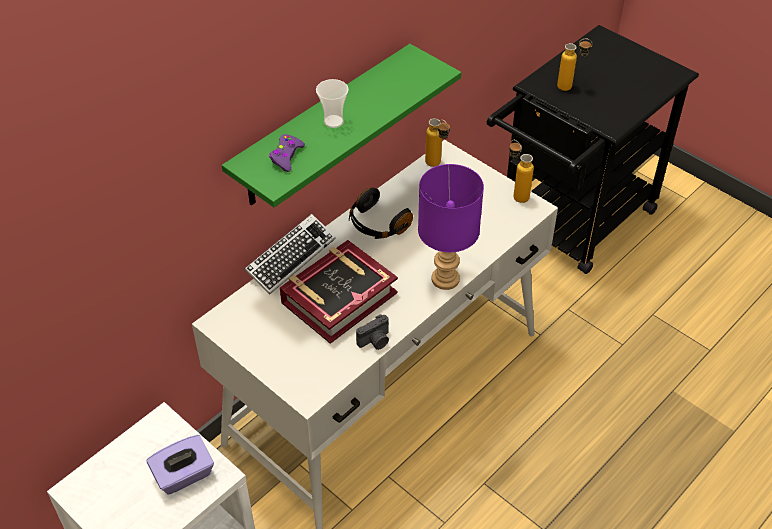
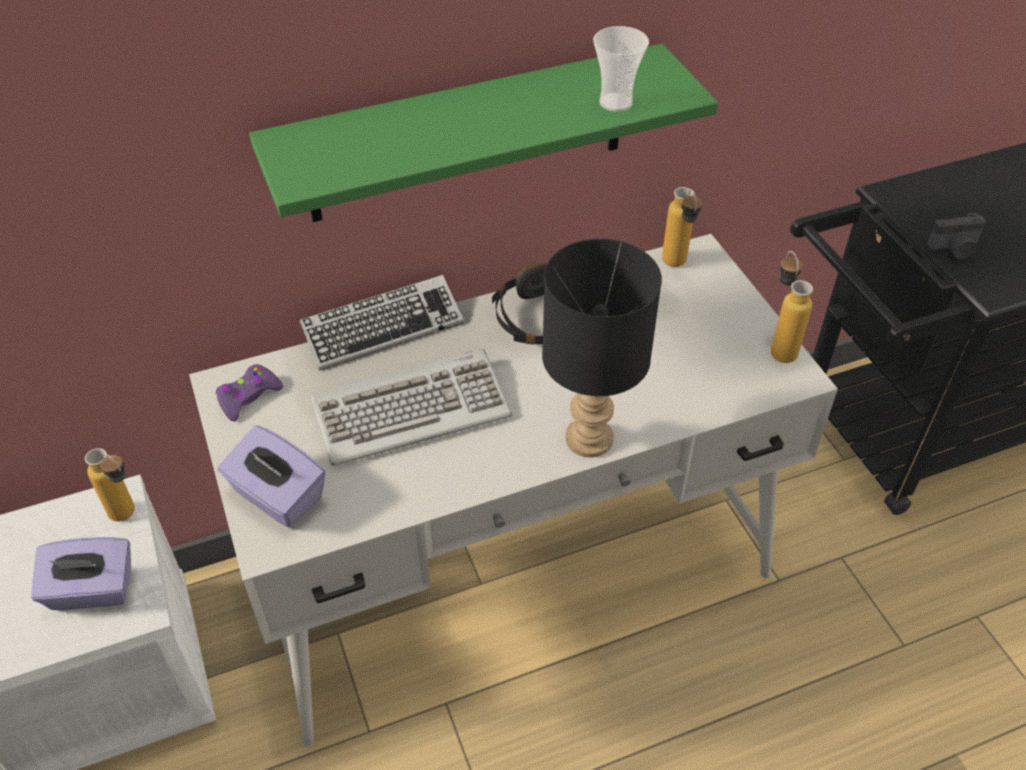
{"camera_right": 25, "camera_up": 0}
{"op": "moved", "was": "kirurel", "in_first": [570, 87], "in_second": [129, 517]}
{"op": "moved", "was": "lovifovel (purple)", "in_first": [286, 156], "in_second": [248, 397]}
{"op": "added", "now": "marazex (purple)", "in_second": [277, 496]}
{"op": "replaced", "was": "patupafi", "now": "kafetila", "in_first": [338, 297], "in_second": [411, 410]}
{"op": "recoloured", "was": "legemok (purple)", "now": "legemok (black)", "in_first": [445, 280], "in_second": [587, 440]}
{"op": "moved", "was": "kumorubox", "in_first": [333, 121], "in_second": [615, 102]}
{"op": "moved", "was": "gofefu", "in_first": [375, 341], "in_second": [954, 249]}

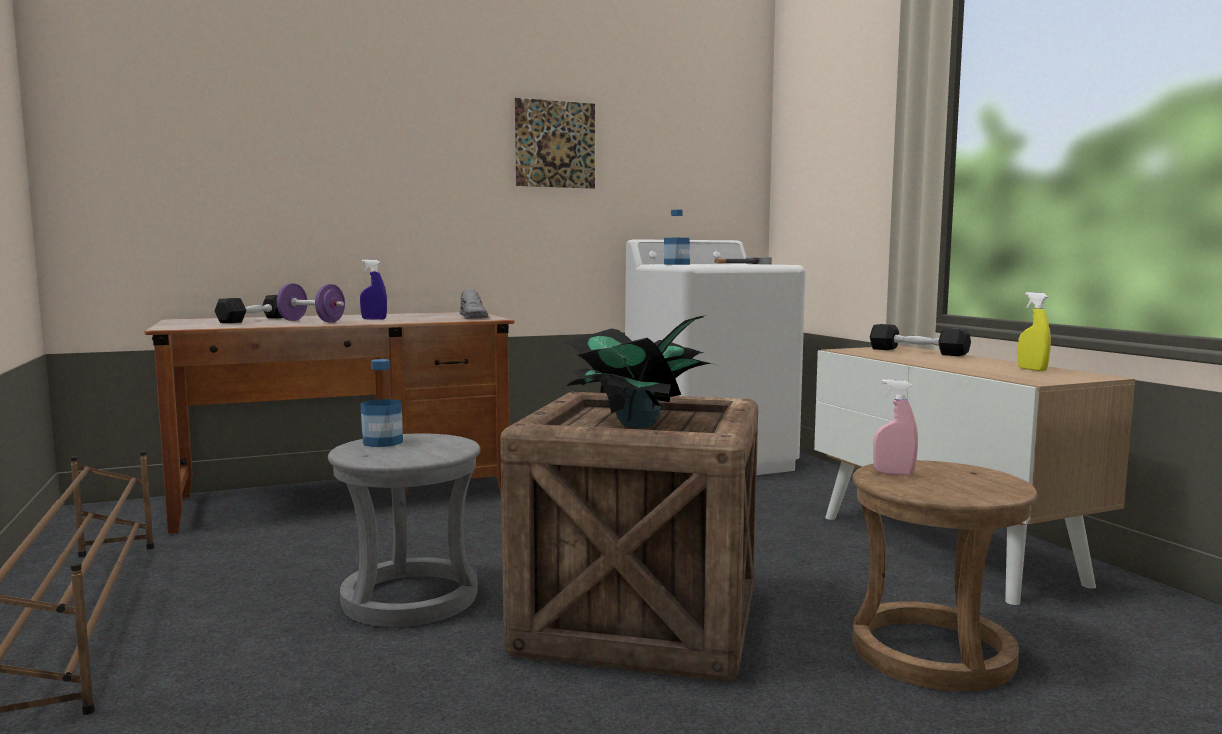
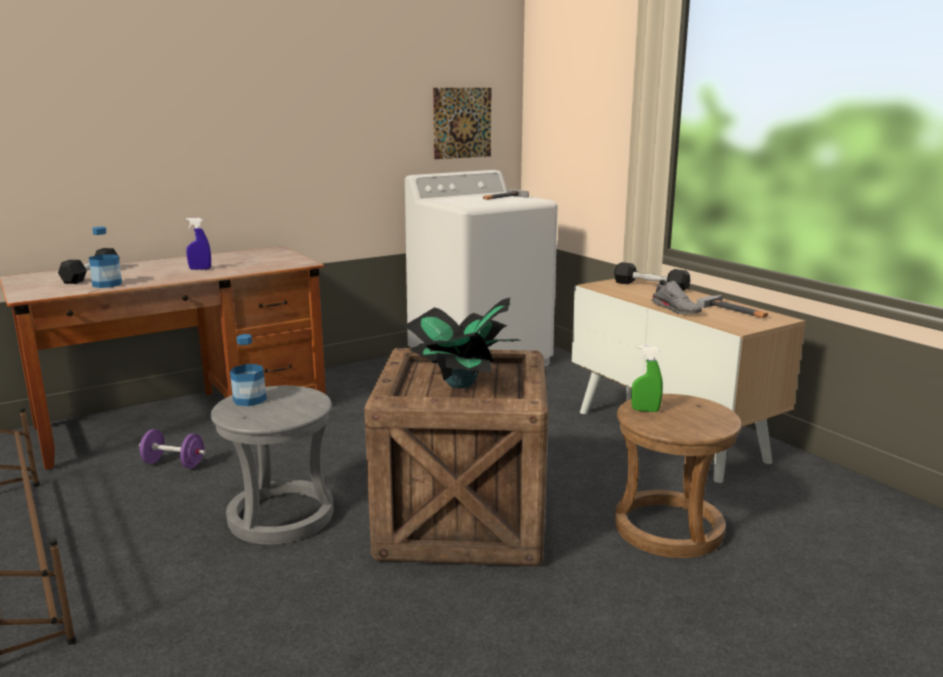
{"camera_right": -10, "camera_up": 10}
{"op": "moved", "was": "kirurel", "in_first": [676, 264], "in_second": [107, 284]}
{"op": "moved", "was": "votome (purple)", "in_first": [311, 321], "in_second": [173, 464]}
{"op": "moved", "was": "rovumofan", "in_first": [555, 144], "in_second": [462, 123]}
{"op": "recoloured", "was": "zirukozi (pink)", "now": "zirukozi (green)", "in_first": [893, 473], "in_second": [645, 410]}
{"op": "moved", "was": "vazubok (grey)", "in_first": [474, 317], "in_second": [677, 309]}
{"op": "replaced", "was": "zirukozi (yellow)", "now": "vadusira", "in_first": [1032, 369], "in_second": [735, 311]}

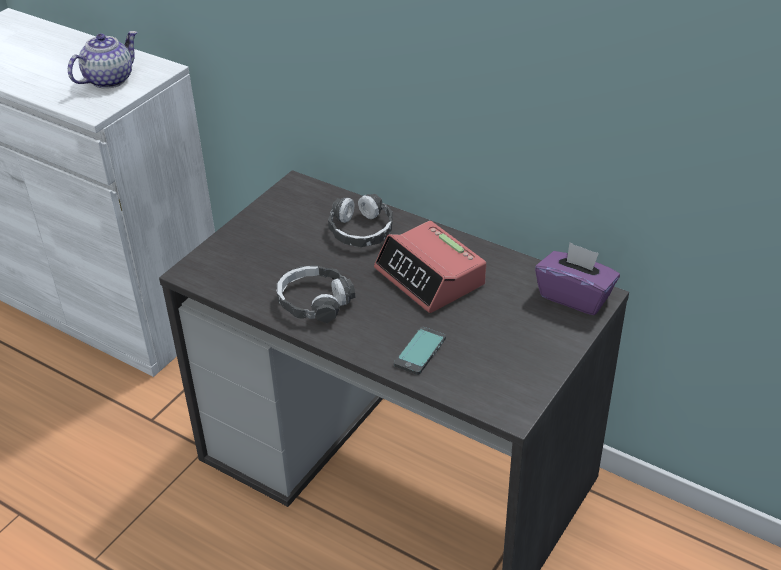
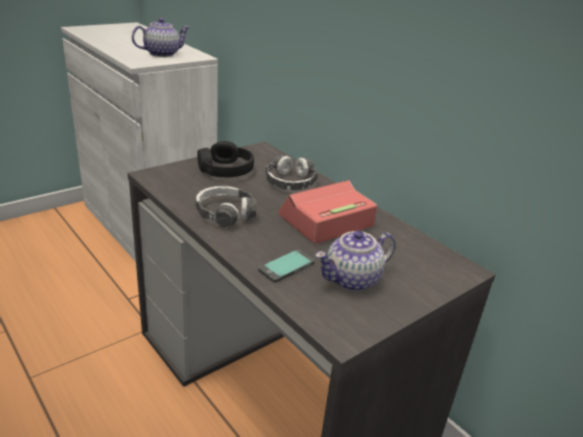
{"camera_right": 15, "camera_up": -10}
{"op": "added", "now": "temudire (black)", "in_second": [225, 170]}
{"op": "turned", "was": "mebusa", "in_first": [430, 277], "in_second": [326, 221], "clockwise": 75}
{"op": "added", "now": "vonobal", "in_second": [352, 280]}
{"op": "removed", "was": "marazex (purple)", "in_first": [575, 296]}

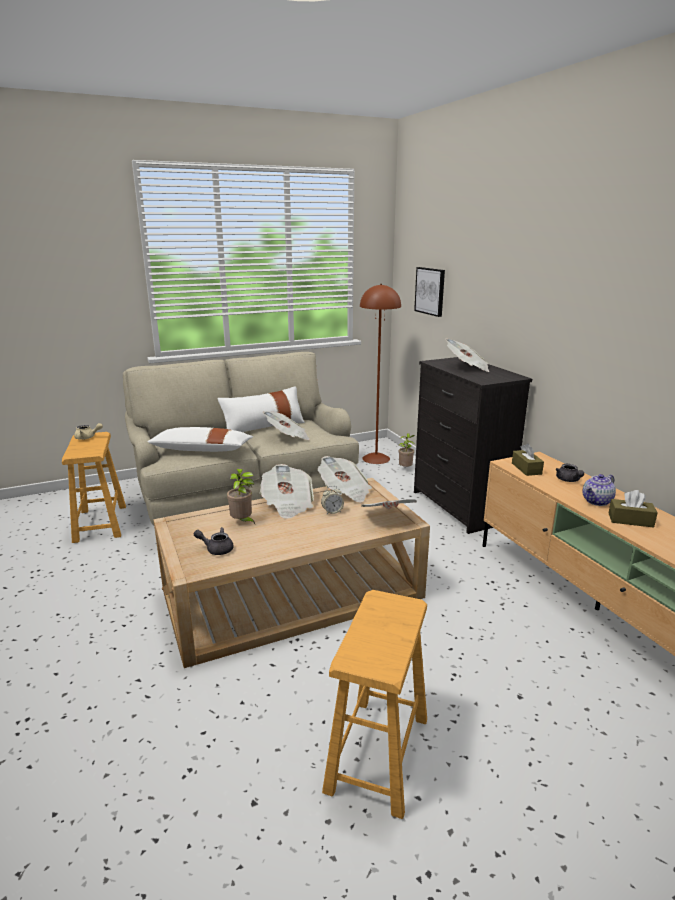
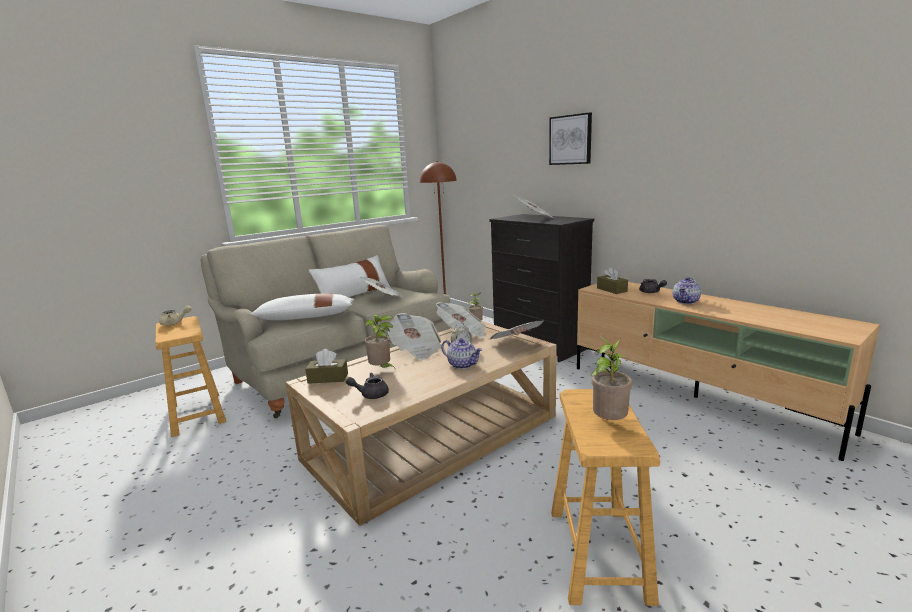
{"camera_right": -15, "camera_up": -5}
{"op": "moved", "was": "marazex (brown)", "in_first": [630, 520], "in_second": [328, 378]}
{"op": "added", "now": "vonobal", "in_second": [462, 365]}
{"op": "moved", "was": "rovumofan", "in_first": [430, 291], "in_second": [570, 140]}
{"op": "added", "now": "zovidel", "in_second": [608, 423]}

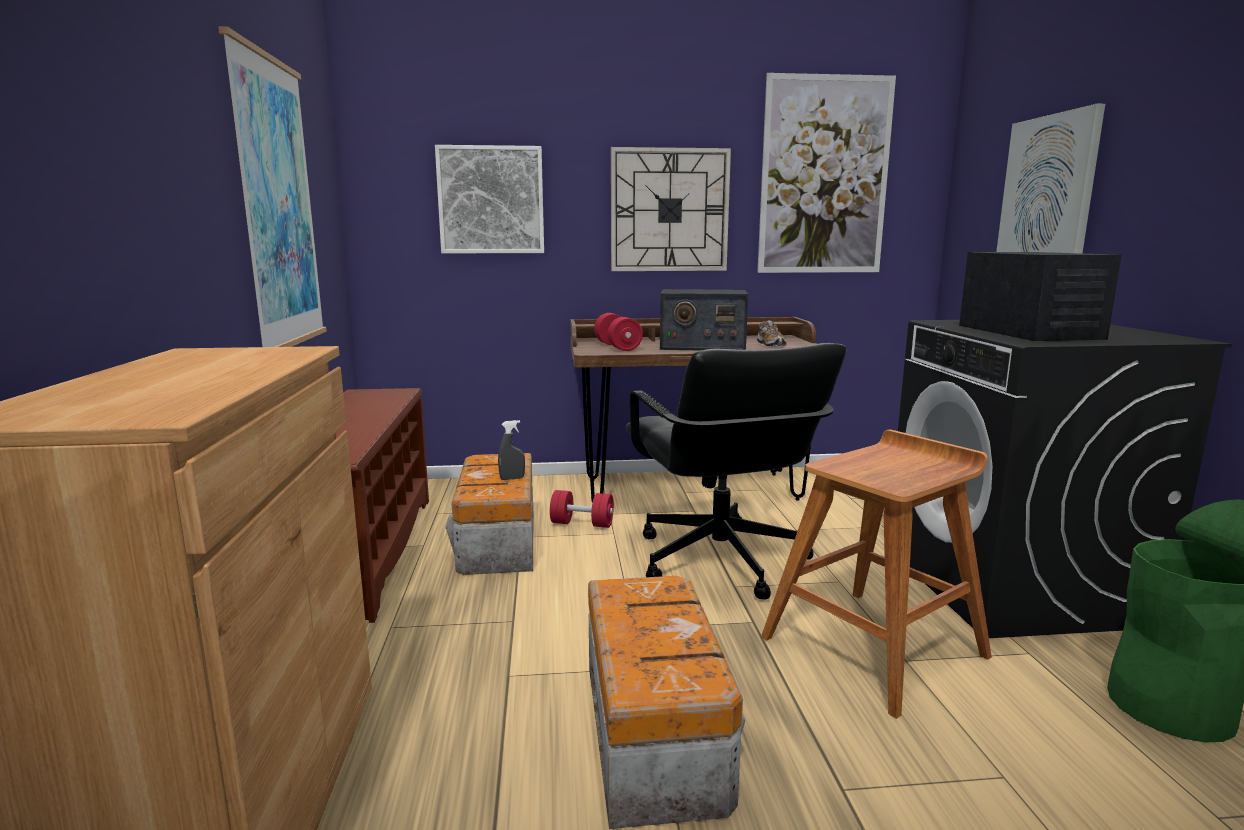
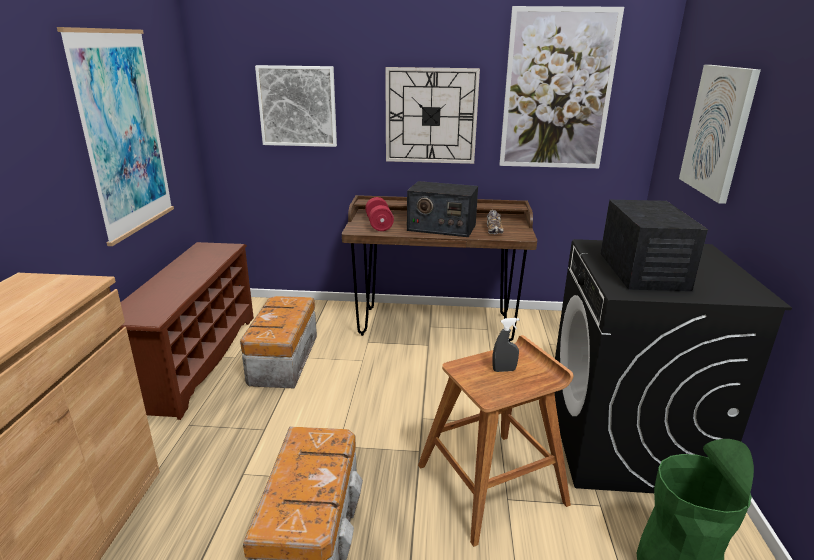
{"camera_right": 10, "camera_up": 10}
{"op": "moved", "was": "zirukozi (grey)", "in_first": [512, 478], "in_second": [504, 370]}
{"op": "removed", "was": "votome (red)", "in_first": [582, 524]}
{"op": "removed", "was": "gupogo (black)", "in_first": [719, 561]}

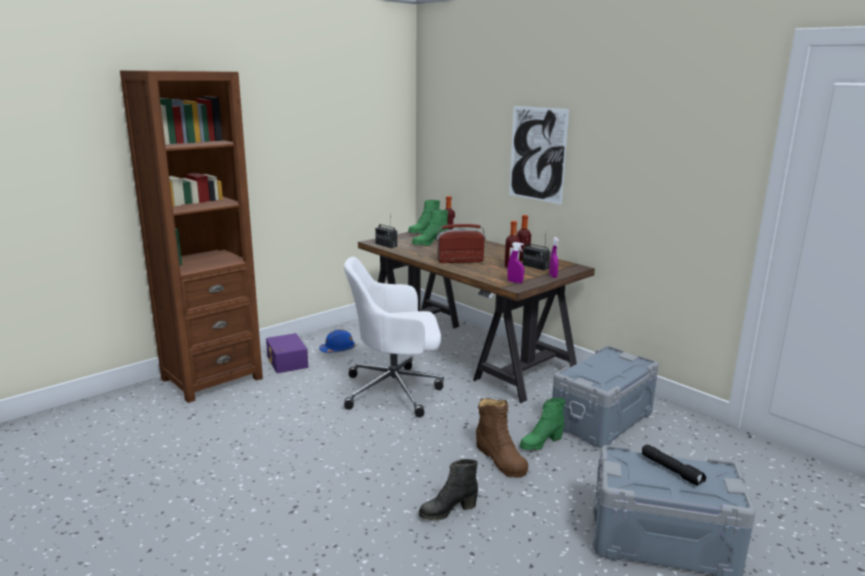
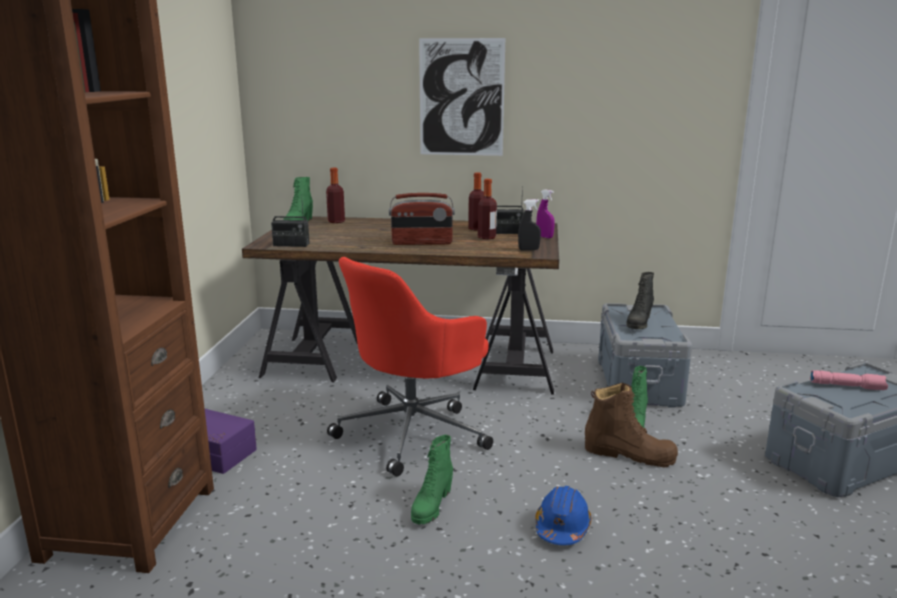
{"camera_right": -40, "camera_up": 0}
{"op": "recoloured", "was": "gupogo (white)", "now": "gupogo (red)", "in_first": [395, 390], "in_second": [414, 432]}
{"op": "turned", "was": "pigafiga", "in_first": [460, 261], "in_second": [422, 243], "clockwise": -135}
{"op": "moved", "was": "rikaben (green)", "in_first": [429, 244], "in_second": [431, 506]}
{"op": "recoloured", "was": "zirukozi (purple)", "now": "zirukozi (black)", "in_first": [515, 282], "in_second": [528, 250]}
{"op": "moved", "was": "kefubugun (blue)", "in_first": [338, 349], "in_second": [562, 527]}
{"op": "moved", "was": "rikaben (black)", "in_first": [447, 511], "in_second": [639, 323]}
{"op": "recoloured", "was": "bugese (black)", "now": "bugese (pink)", "in_first": [672, 470], "in_second": [847, 386]}

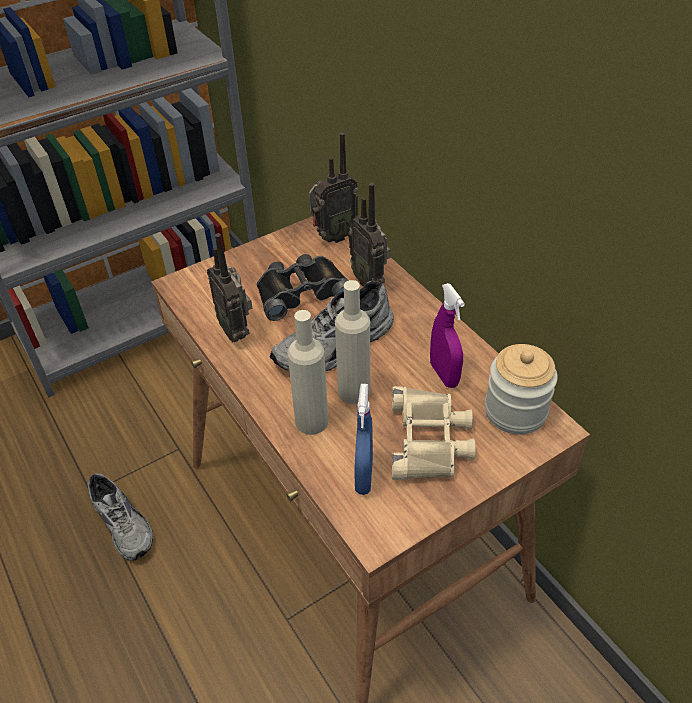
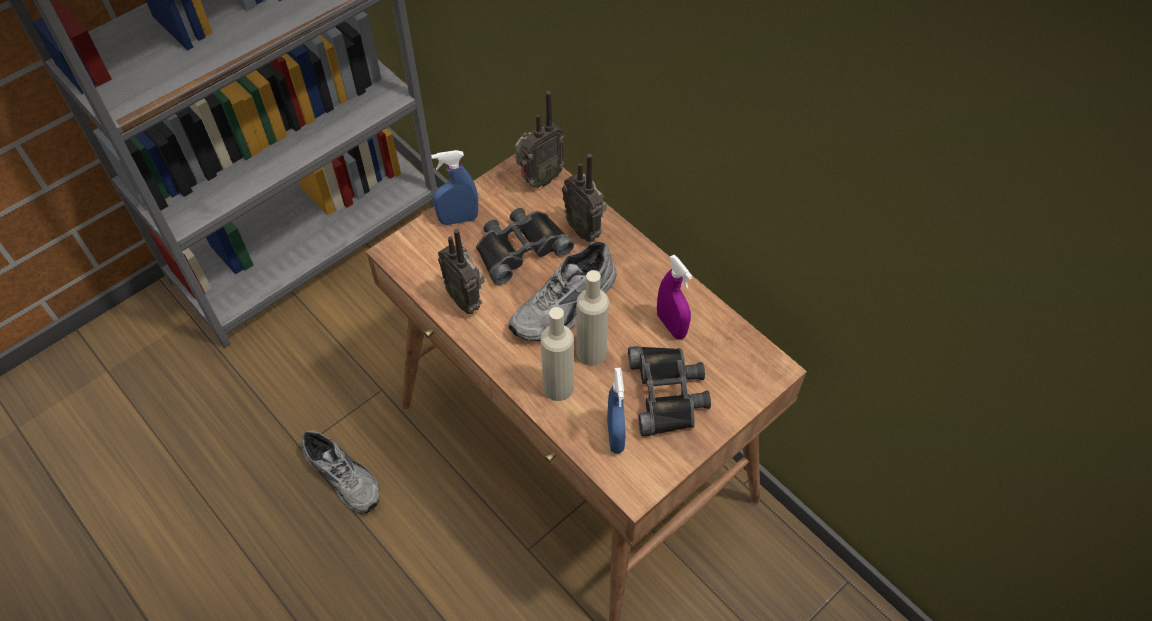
{"camera_right": -10, "camera_up": 10}
{"op": "added", "now": "zirukozi (blue)", "in_second": [458, 219]}
{"op": "recoloured", "was": "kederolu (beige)", "now": "kederolu (black)", "in_first": [430, 439], "in_second": [668, 393]}
{"op": "removed", "was": "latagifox", "in_first": [515, 411]}

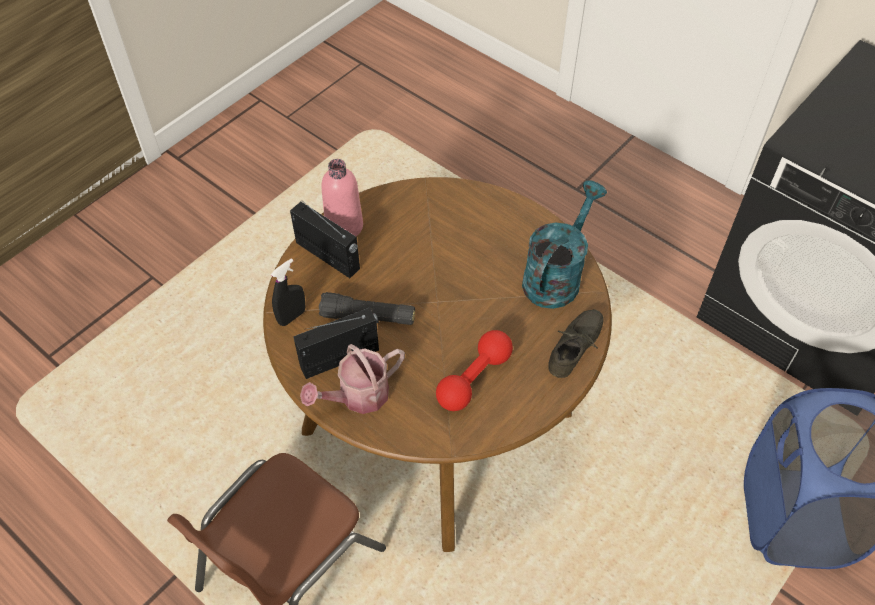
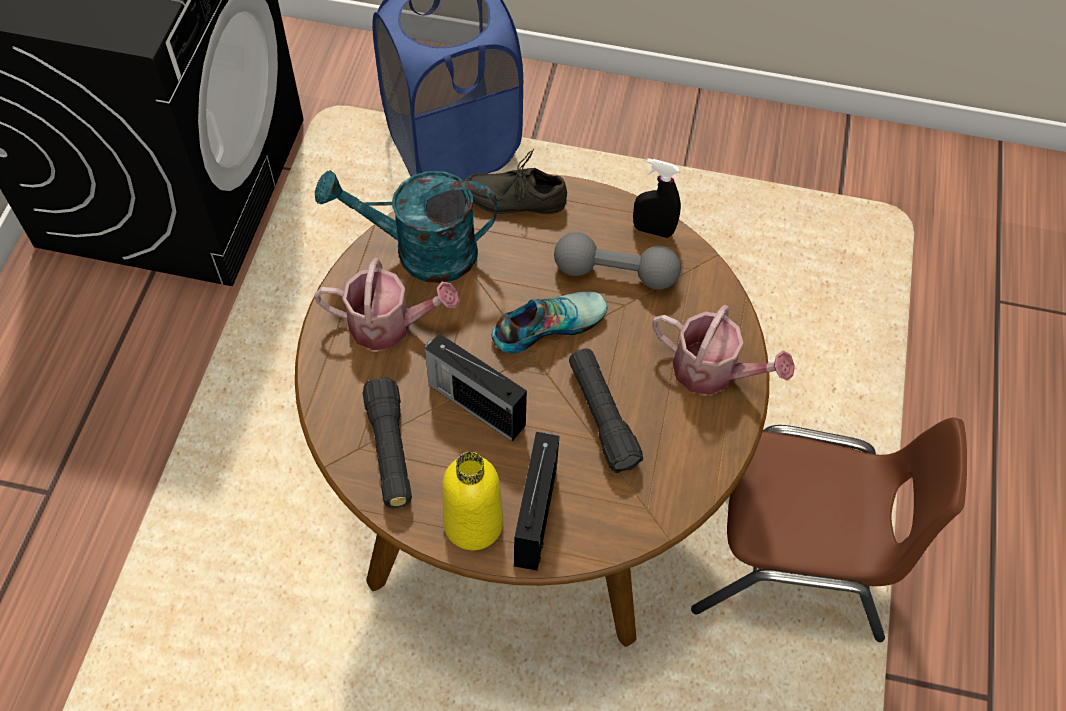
{"camera_right": -120, "camera_up": 5}
{"op": "added", "now": "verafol", "in_second": [389, 325]}
{"op": "added", "now": "bugese (black)", "in_second": [390, 450]}
{"op": "moved", "was": "pigafiga", "in_first": [341, 358], "in_second": [475, 403]}
{"op": "recoloured", "was": "kirurel (pink)", "now": "kirurel (yellow)", "in_first": [344, 226], "in_second": [473, 523]}
{"op": "added", "now": "vazubok", "in_second": [547, 324]}
{"op": "recoloured", "was": "votome (red)", "now": "votome (grey)", "in_first": [474, 379], "in_second": [615, 273]}
{"op": "moved", "was": "zirukozi (black)", "in_first": [292, 316], "in_second": [653, 230]}

